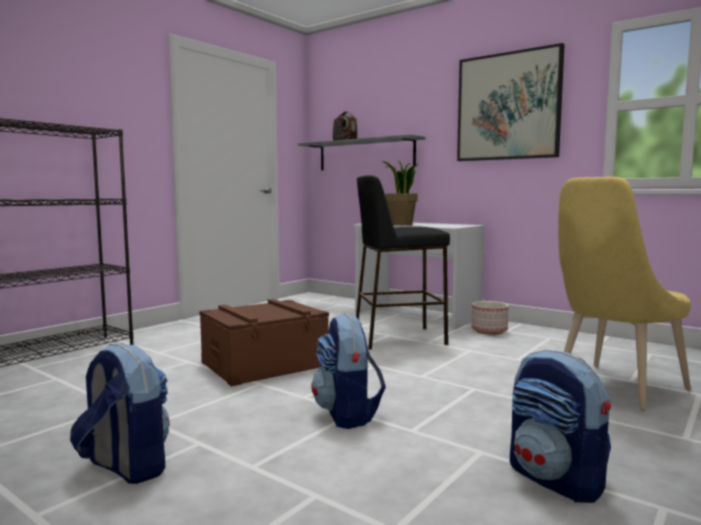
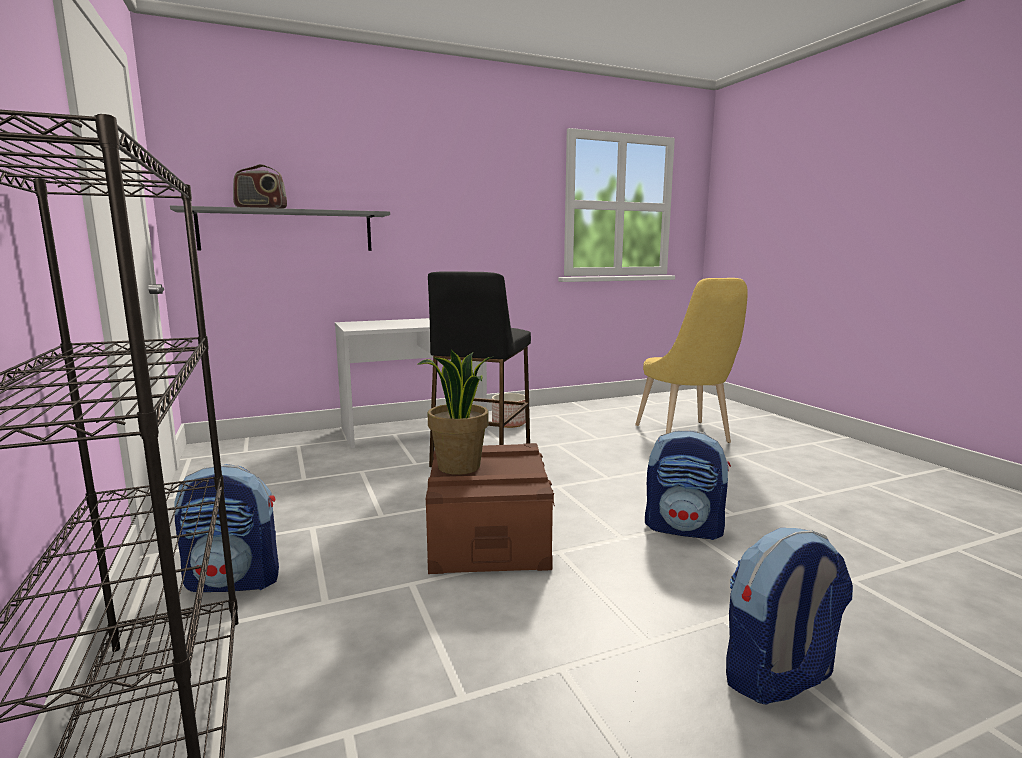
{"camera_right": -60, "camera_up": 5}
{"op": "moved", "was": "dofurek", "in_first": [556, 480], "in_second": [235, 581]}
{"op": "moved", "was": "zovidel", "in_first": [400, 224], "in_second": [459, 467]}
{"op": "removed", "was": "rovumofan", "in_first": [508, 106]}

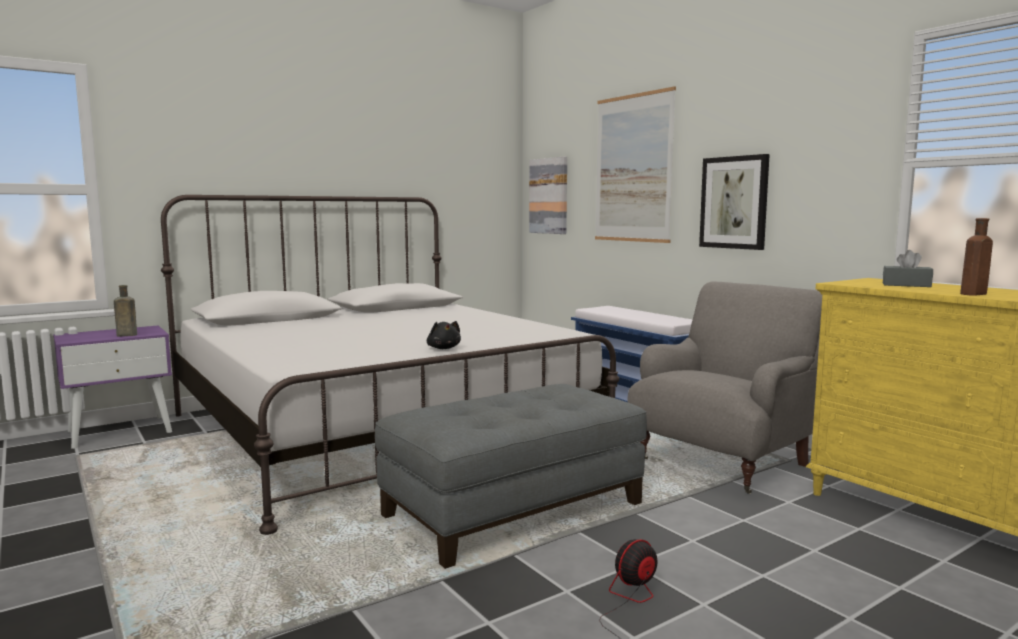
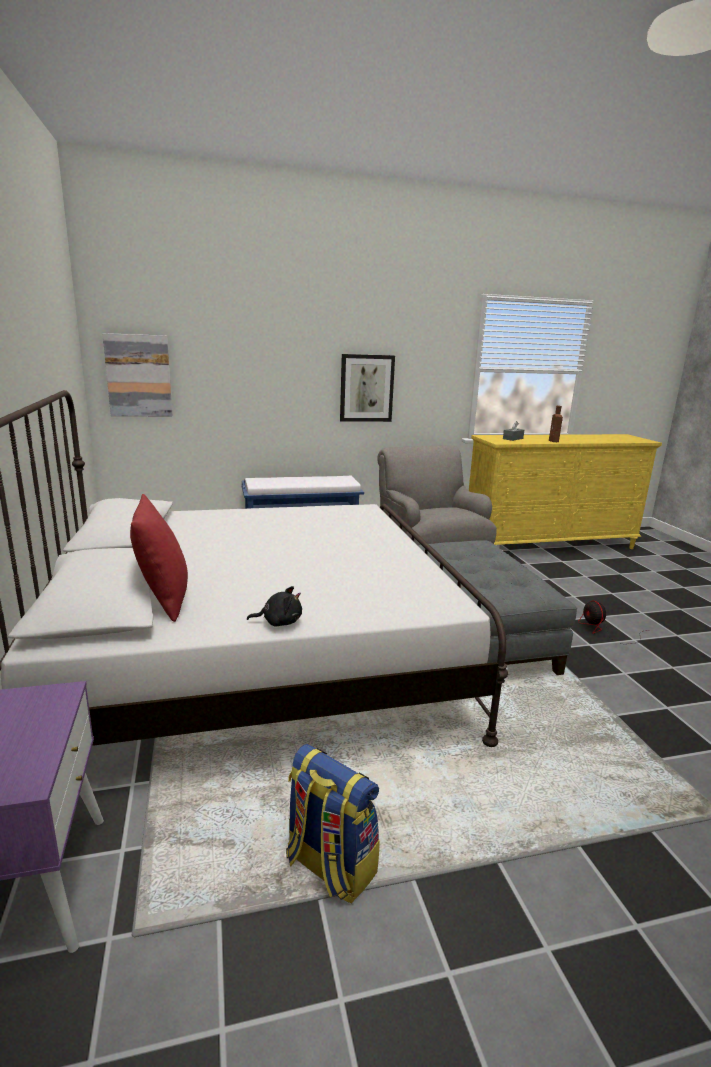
{"camera_right": -70, "camera_up": 10}
{"op": "added", "now": "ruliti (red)", "in_second": [163, 599]}
{"op": "moved", "was": "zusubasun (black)", "in_first": [443, 348], "in_second": [279, 622]}
{"op": "added", "now": "dofurek", "in_second": [329, 866]}
{"op": "removed", "was": "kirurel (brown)", "in_first": [125, 335]}
{"op": "removed", "was": "rovumofan", "in_first": [633, 168]}

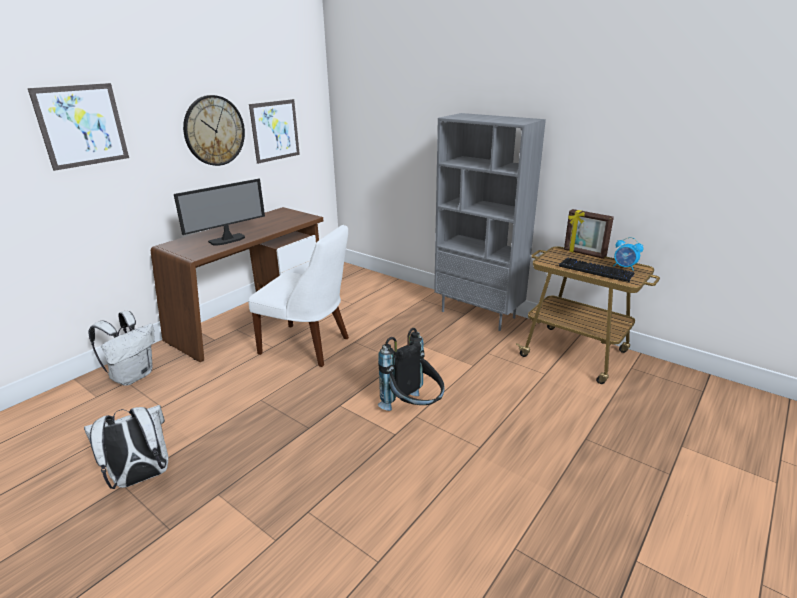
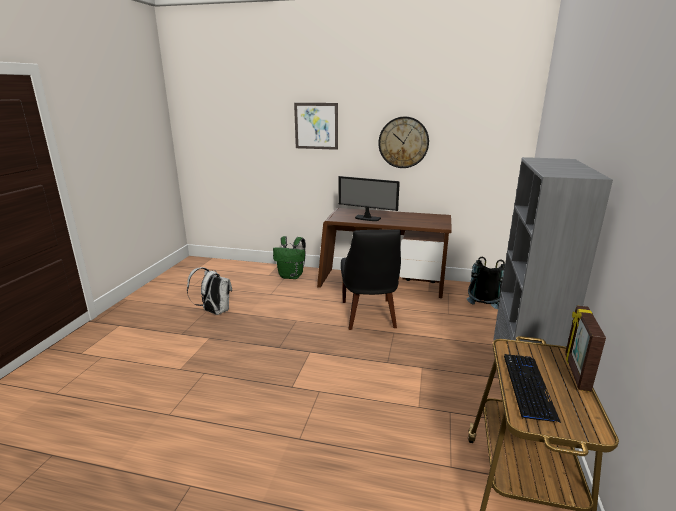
{"camera_right": 65, "camera_up": -5}
{"op": "recoloured", "was": "dofurek (white)", "now": "dofurek (green)", "in_first": [133, 376], "in_second": [291, 276]}
{"op": "recoloured", "was": "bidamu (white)", "now": "bidamu (black)", "in_first": [308, 346], "in_second": [369, 316]}
{"op": "moved", "was": "dofurek (black)", "in_first": [414, 409], "in_second": [483, 311]}
{"op": "removed", "was": "rovumofan", "in_first": [275, 130]}
{"op": "removed", "was": "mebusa", "in_first": [624, 267]}

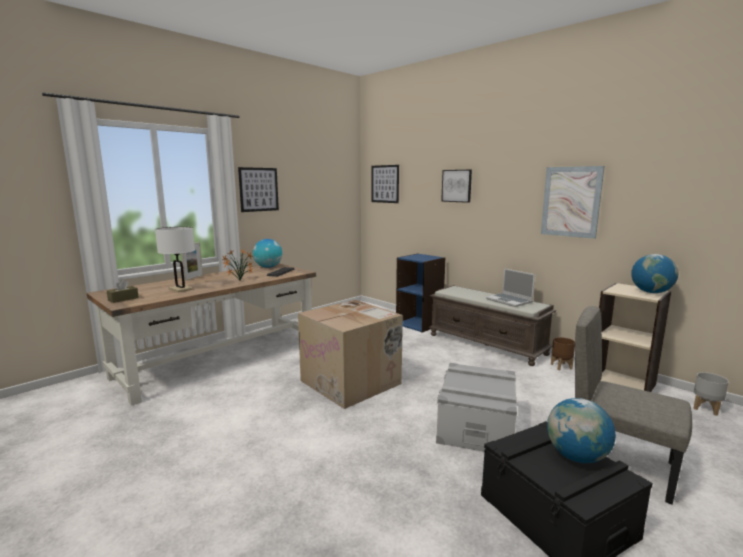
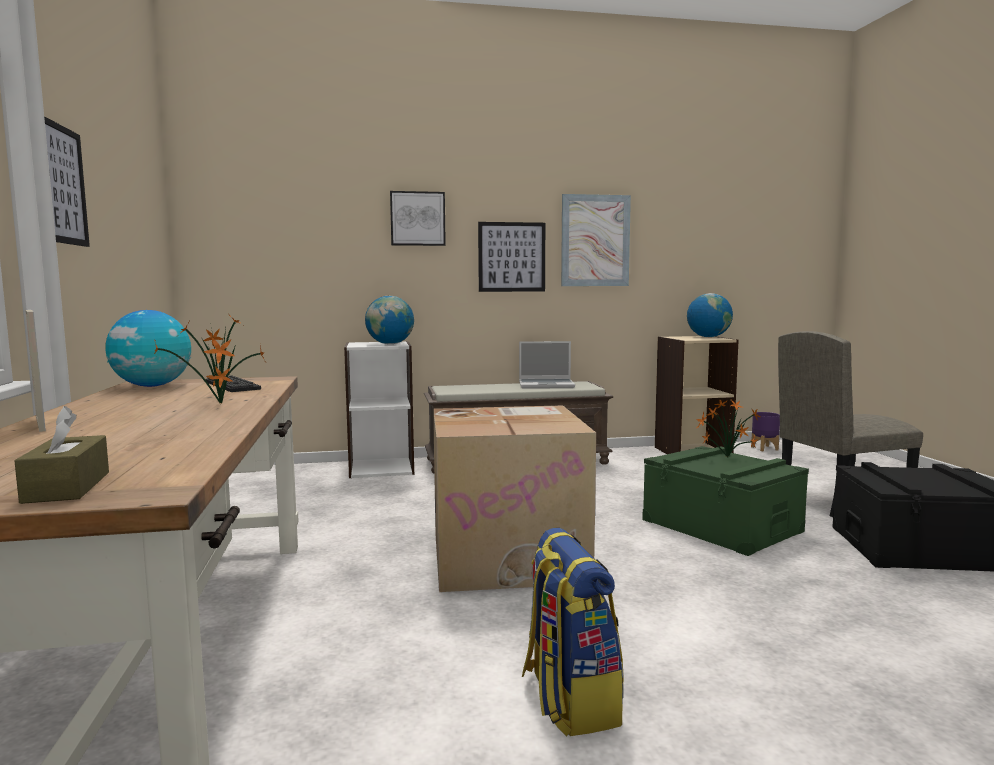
{"camera_right": -55, "camera_up": -5}
{"op": "recoloured", "was": "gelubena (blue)", "now": "gelubena (white)", "in_first": [419, 324], "in_second": [381, 468]}
{"op": "moved", "was": "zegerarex", "in_first": [576, 457], "in_second": [390, 344]}
{"op": "moved", "was": "rovumofan", "in_first": [385, 184], "in_second": [511, 257]}
{"op": "added", "now": "dofurek", "in_second": [569, 699]}
{"op": "recoloured", "was": "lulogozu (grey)", "now": "lulogozu (green)", "in_first": [476, 425], "in_second": [721, 525]}
{"op": "added", "now": "zovidel", "in_second": [725, 457]}
{"op": "recoloured", "was": "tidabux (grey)", "now": "tidabux (purple)", "in_first": [707, 409], "in_second": [765, 448]}
{"op": "removed", "was": "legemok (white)", "in_first": [180, 289]}
{"op": "removed", "was": "tidabux (brown)", "in_first": [561, 366]}

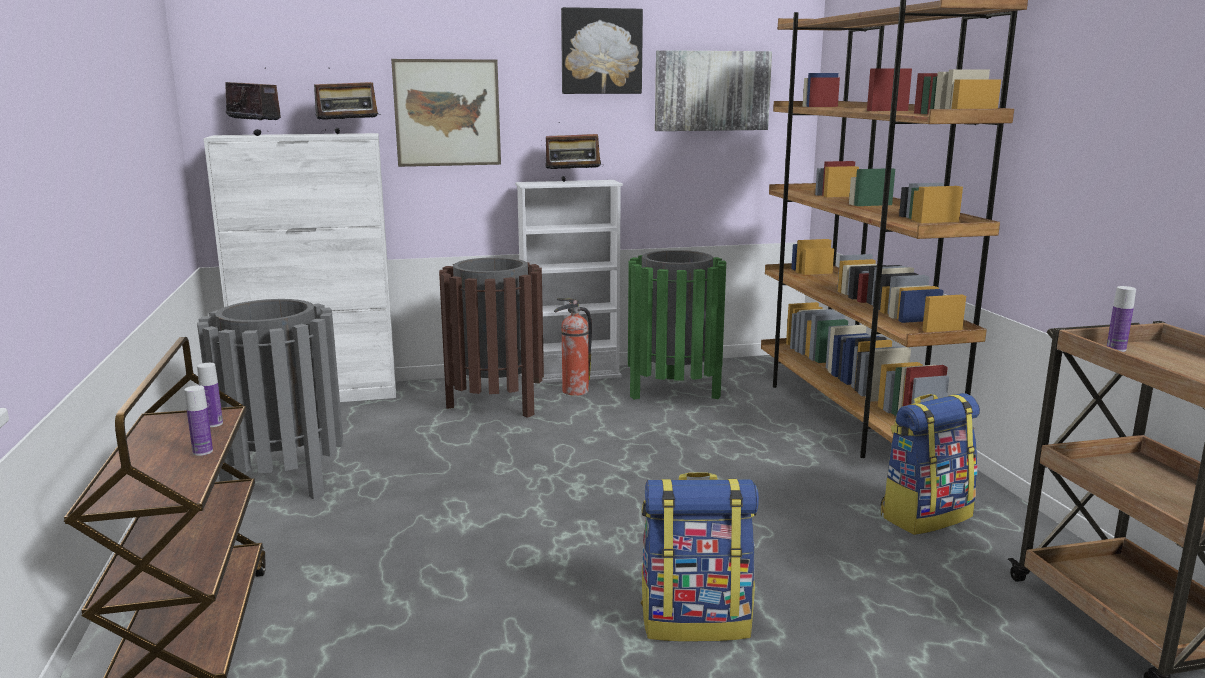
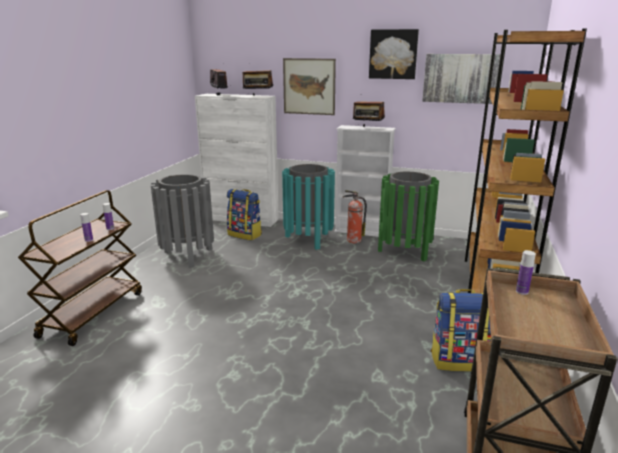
{"camera_right": 30, "camera_up": 5}
{"op": "moved", "was": "dofurek", "in_first": [696, 621], "in_second": [245, 235]}
{"op": "recoloured", "was": "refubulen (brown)", "now": "refubulen (turquoise)", "in_first": [496, 405], "in_second": [308, 240]}

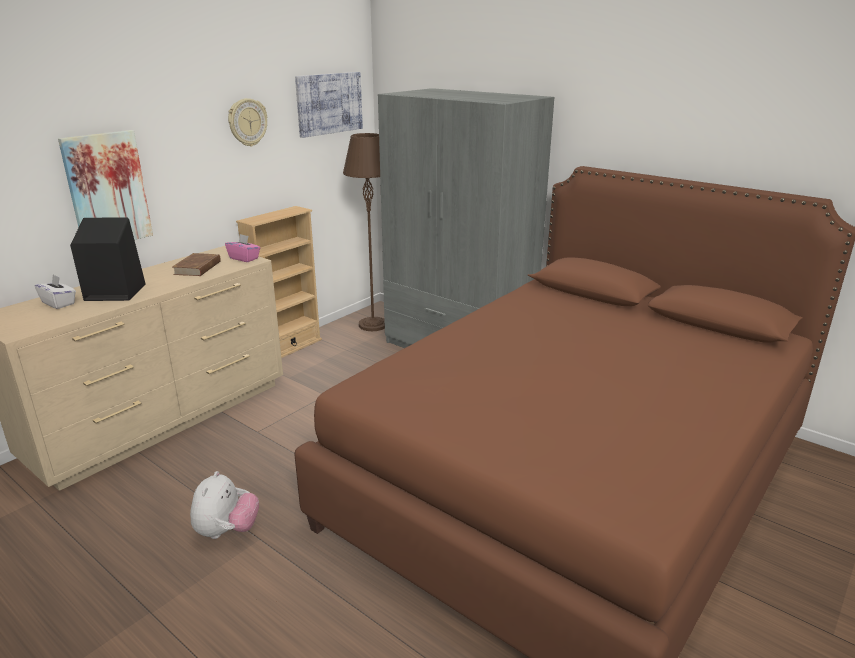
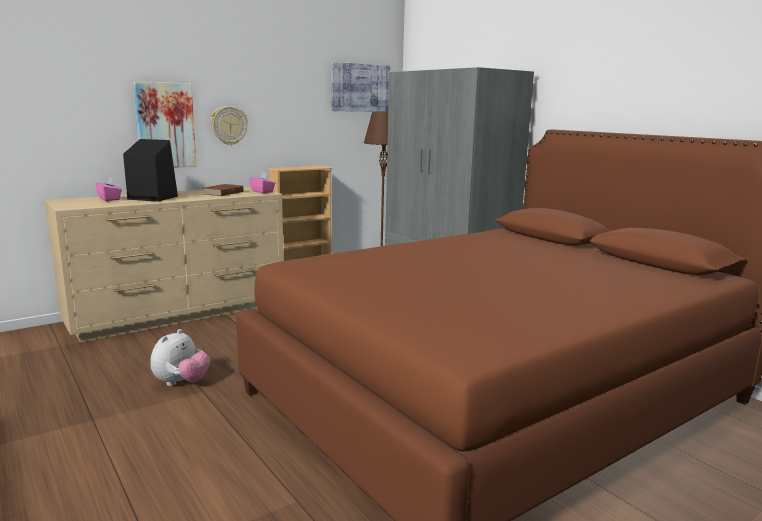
{"camera_right": 15, "camera_up": -10}
{"op": "recoloured", "was": "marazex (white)", "now": "marazex (pink)", "in_first": [59, 303], "in_second": [110, 199]}
{"op": "moved", "was": "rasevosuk", "in_first": [247, 122], "in_second": [229, 125]}

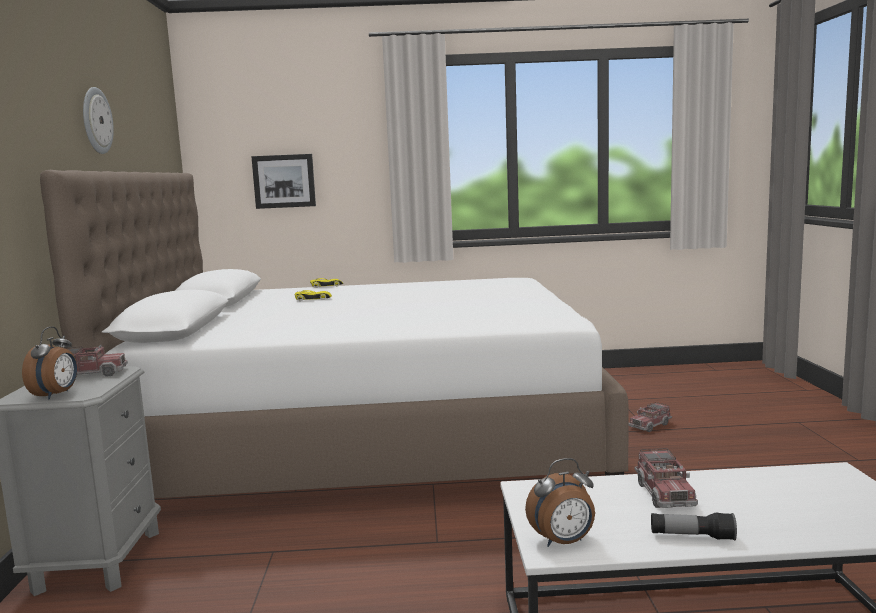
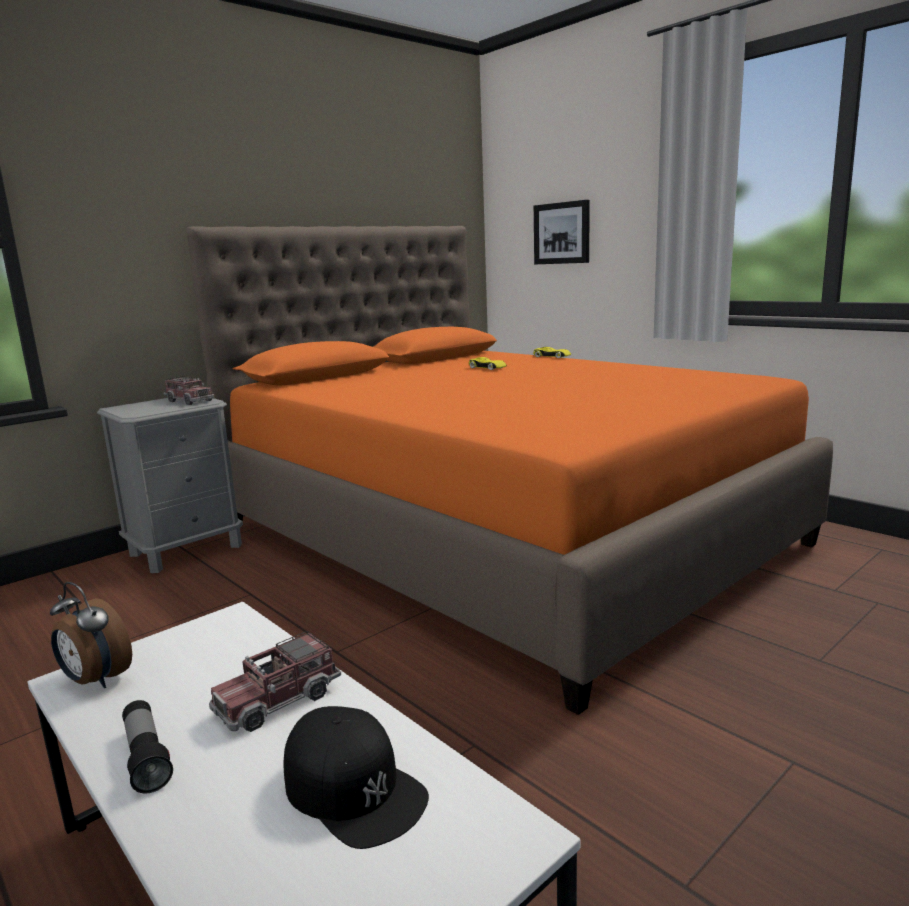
{"camera_right": 50, "camera_up": 5}
{"op": "recoloured", "was": "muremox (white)", "now": "muremox (orange)", "in_first": [369, 439], "in_second": [500, 533]}
{"op": "added", "now": "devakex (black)", "in_second": [354, 788]}
{"op": "removed", "was": "mebusa", "in_first": [56, 395]}
{"op": "removed", "was": "rasevosuk", "in_first": [96, 121]}
{"op": "removed", "was": "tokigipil", "in_first": [650, 425]}

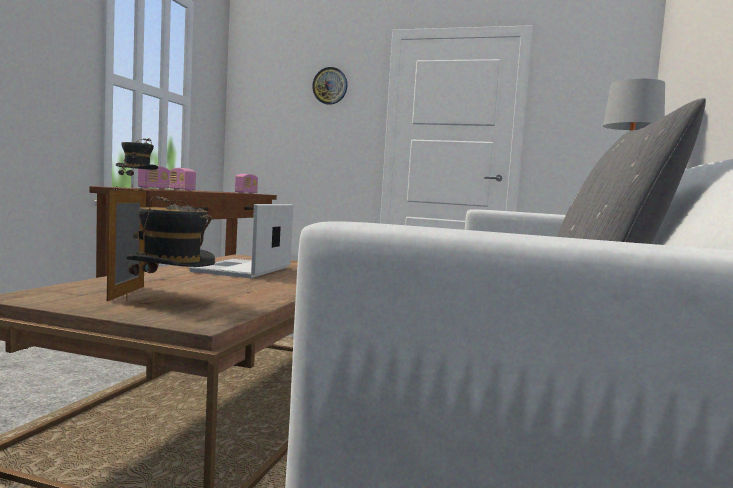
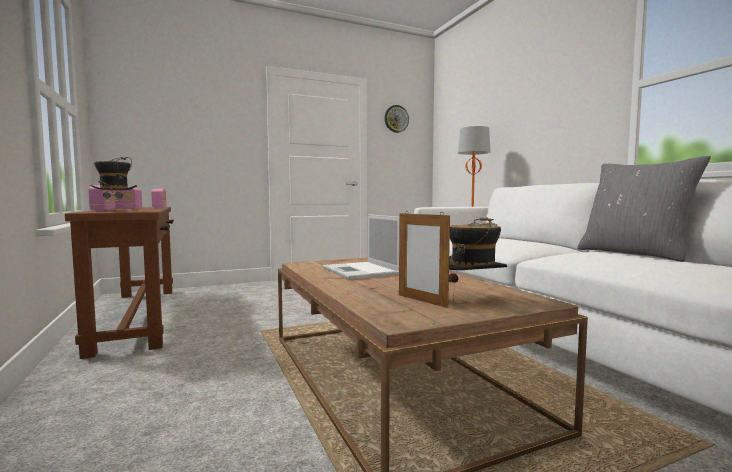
{"camera_right": -40, "camera_up": 0}
{"op": "moved", "was": "rasevosuk", "in_first": [330, 86], "in_second": [396, 119]}

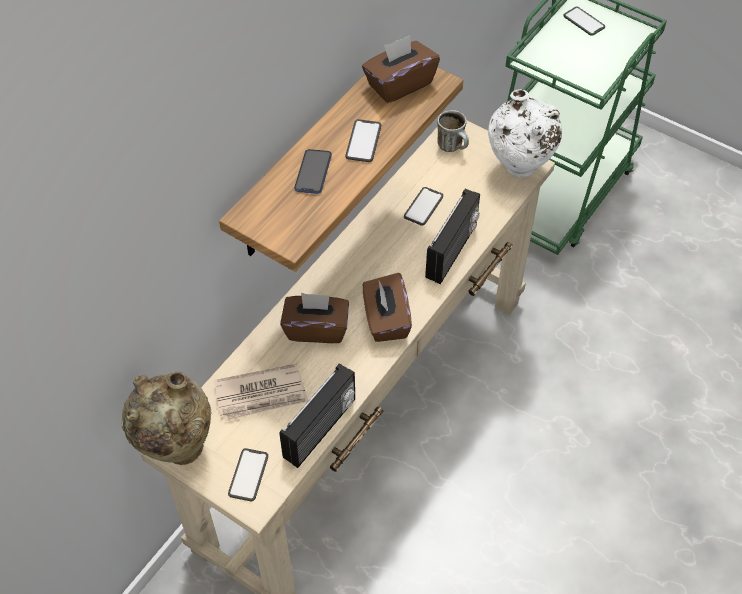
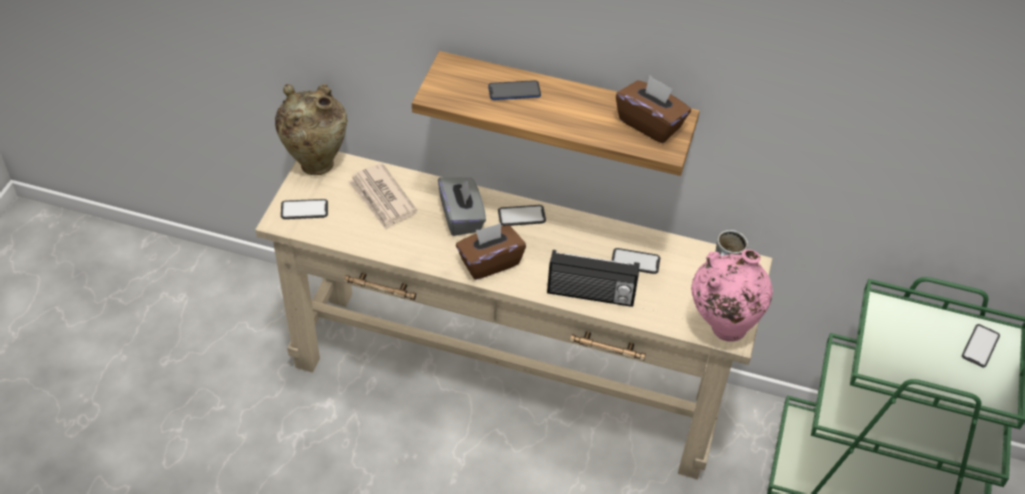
{"camera_right": 70, "camera_up": -5}
{"op": "recoloured", "was": "marazex (brown)", "now": "marazex (grey)", "in_first": [316, 329], "in_second": [461, 217]}
{"op": "moved", "was": "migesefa", "in_first": [363, 141], "in_second": [521, 216]}
{"op": "recoloured", "was": "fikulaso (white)", "now": "fikulaso (pink)", "in_first": [519, 170], "in_second": [722, 328]}
{"op": "removed", "was": "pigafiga", "in_first": [321, 429]}

